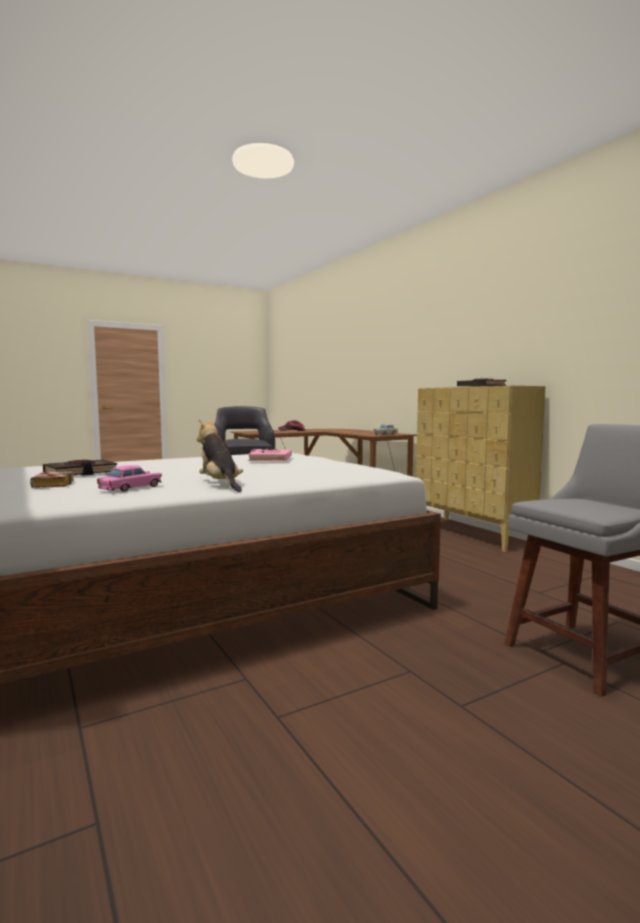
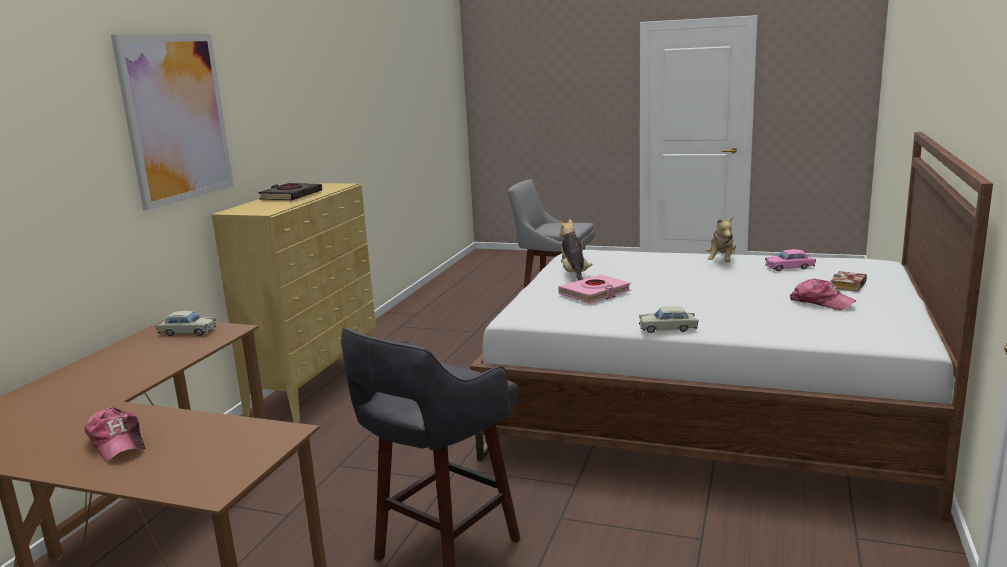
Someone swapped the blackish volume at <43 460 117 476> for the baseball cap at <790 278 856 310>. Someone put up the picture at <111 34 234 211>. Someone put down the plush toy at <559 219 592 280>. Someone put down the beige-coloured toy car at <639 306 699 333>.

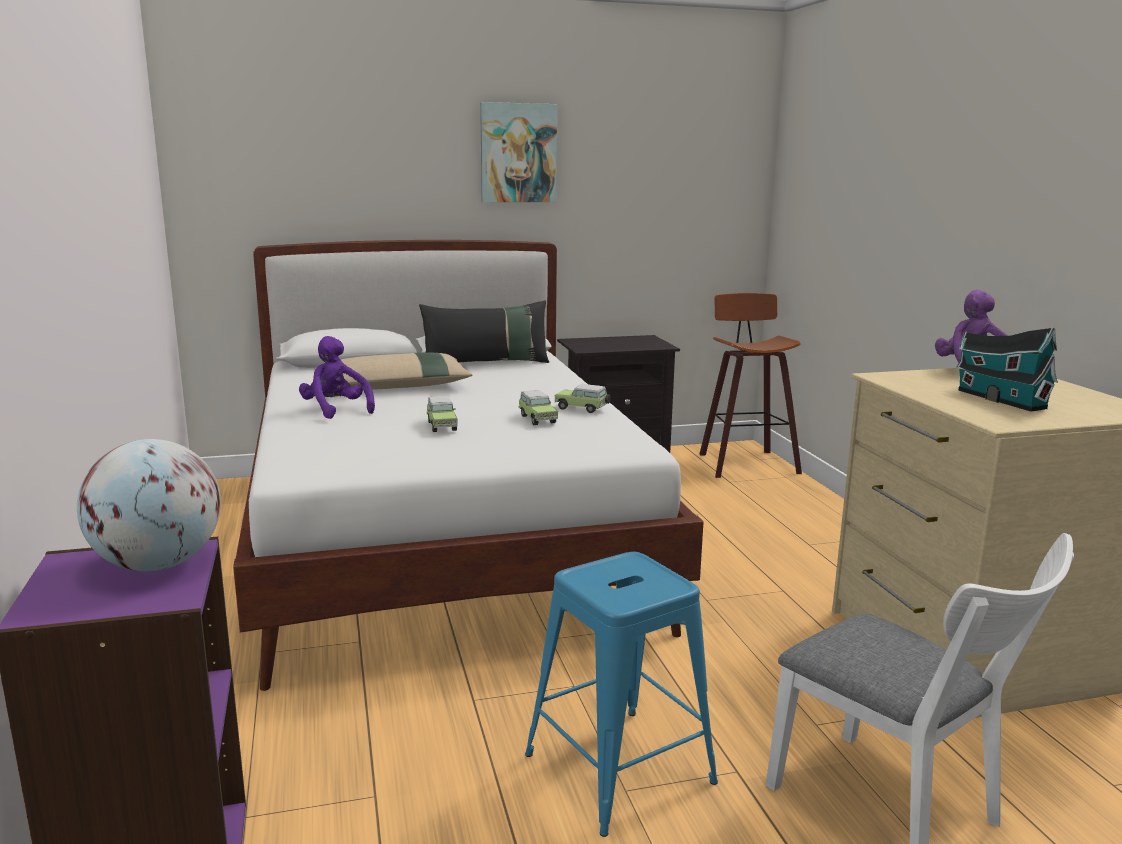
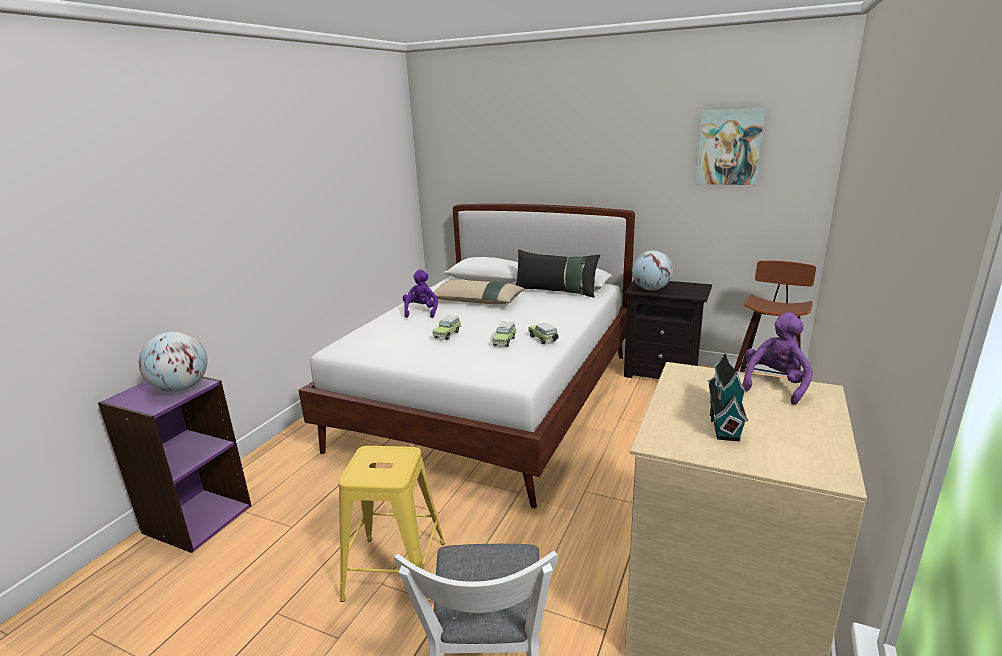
Someone carried the picture from <480 102 557 202> to <696 108 765 185>. Someone repainted the bluish stool seat at <525 552 718 837>, which became the yellowish stool seat at <338 446 445 602>. Someone put down the globe at <632 251 673 291>.

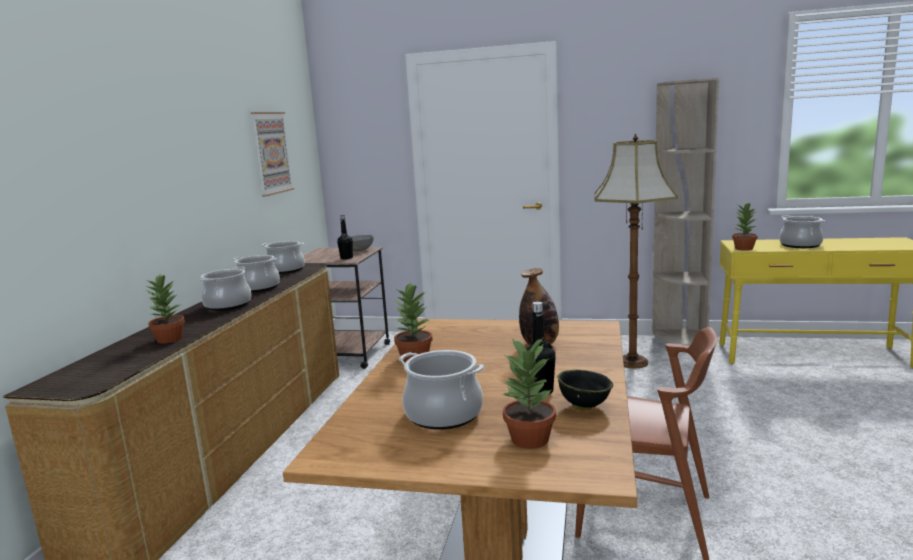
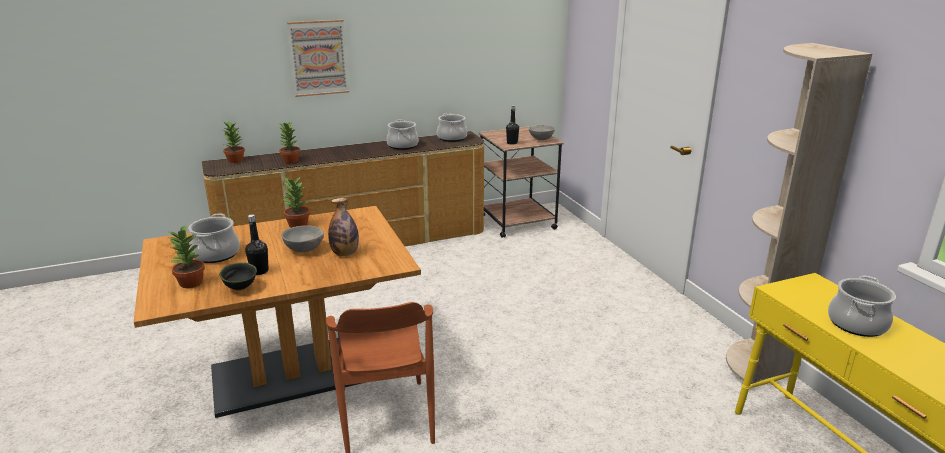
Someone took away the stockpot at <199 267 251 311>. Someone carried the picture from <251 112 294 197> to <287 20 349 97>. Someone took away the floor lamp at <594 133 678 369>. Someone carried the houseplant from <732 203 758 251> to <223 121 245 163>. Someone put down the gray deep dish at <282 225 324 252>.

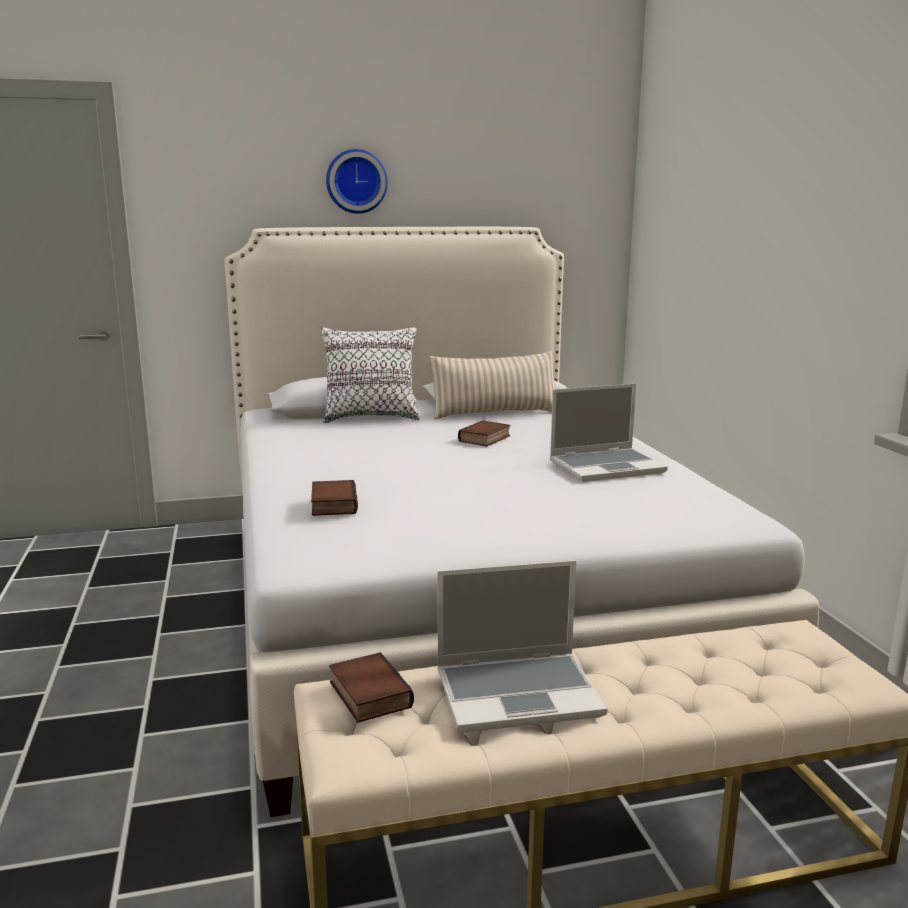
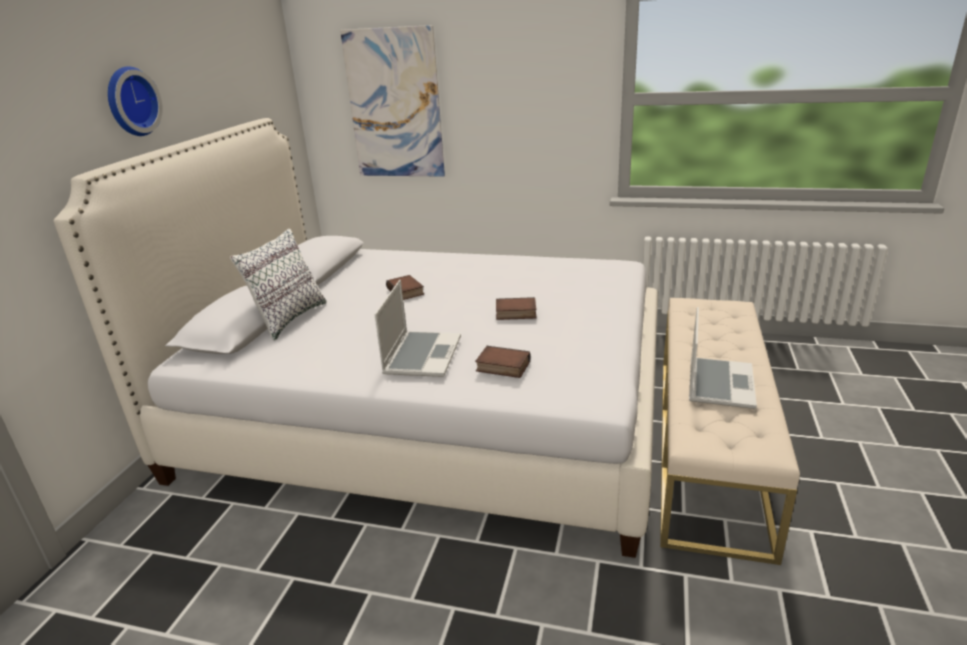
Someone carried the volume from <329 652 414 723> to <496 297 537 320>. Someone took away the beige-coloured throw pillow at <429 351 555 419>. Someone carried the portable computer from <550 384 668 482> to <374 280 461 377>. Someone put up the picture at <340 25 445 177>.

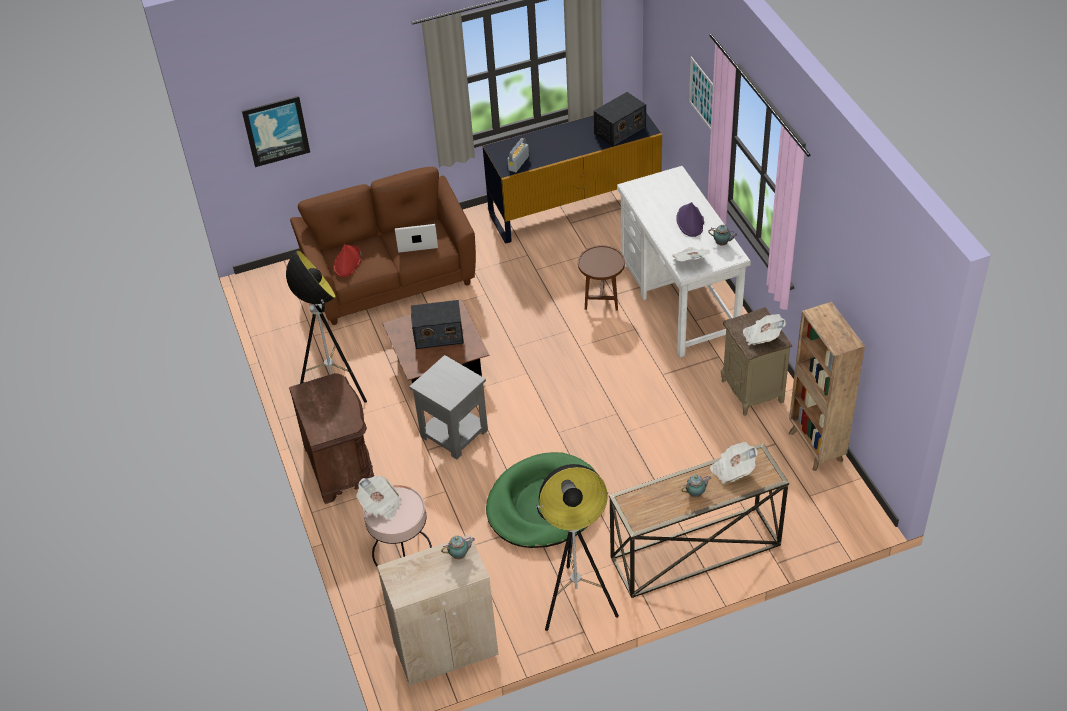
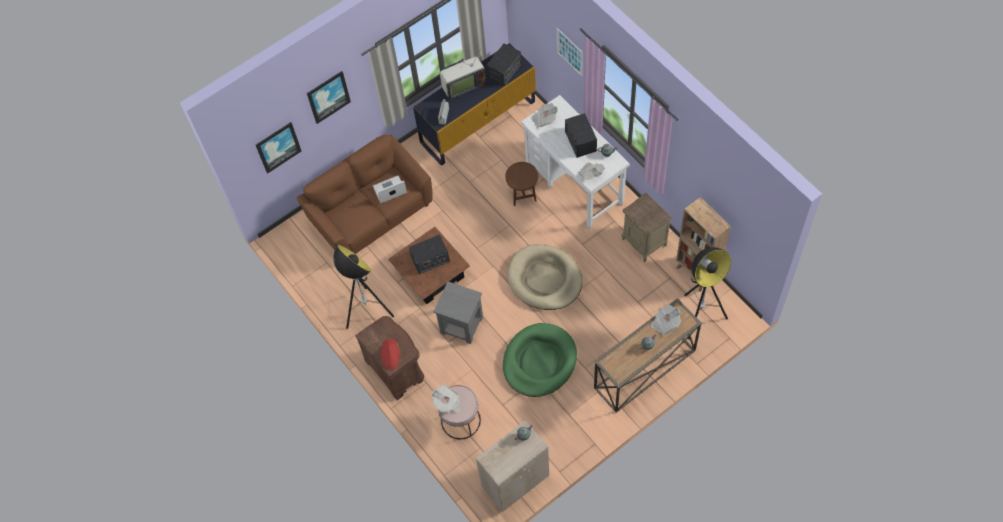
Someone carried the reddish clothing hat from <334 244 361 277> to <380 338 401 370>. Someone carried the floor lamp from <536 464 619 631> to <684 247 731 339>. Someone swapped the purple-coloured clothing hat at <676 202 704 237> for the radio set at <565 113 597 158>. Someone carried the printed paper from <743 314 786 345> to <531 103 558 128>. Someone put up the picture at <307 71 351 124>. Someone put down the TV at <440 49 486 99>. Someone put down the beige-coloured dog bed at <507 244 583 310>.

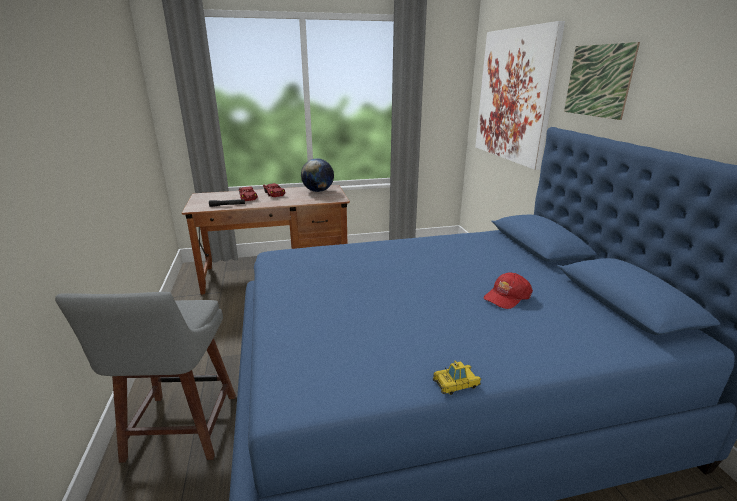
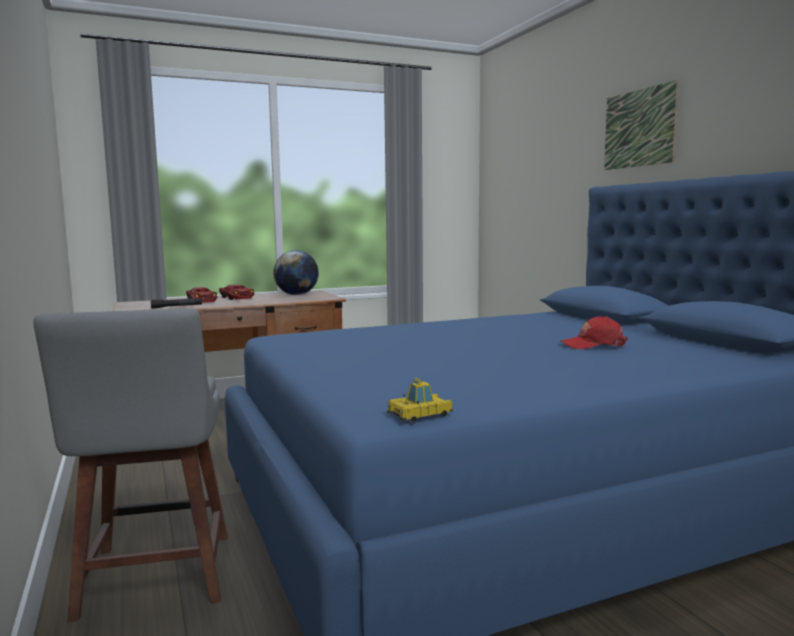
Someone carried the toy car from <433 360 481 395> to <387 378 453 422>. Someone took away the picture at <475 21 565 170>. Someone rotated the reddish baseball cap at <484 272 533 309> by 45 degrees clockwise.

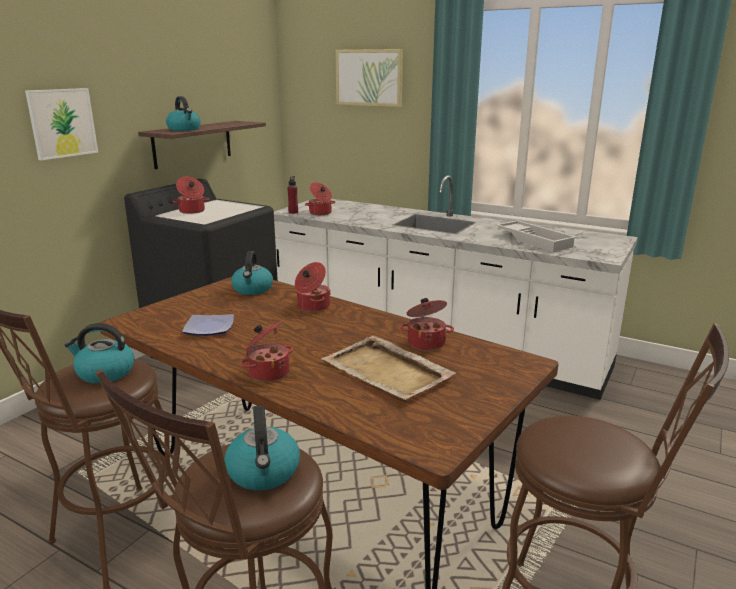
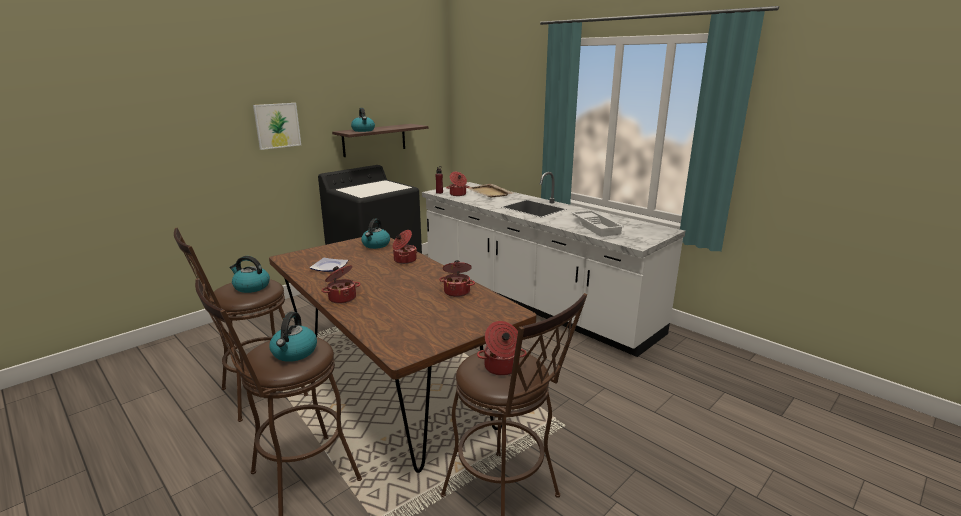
Someone carried the stockpot from <172 177 209 214> to <477 321 527 376>. Someone carried the beige-coloured serving tray from <321 336 456 400> to <468 184 513 197>. Someone took away the picture at <335 49 403 107>.

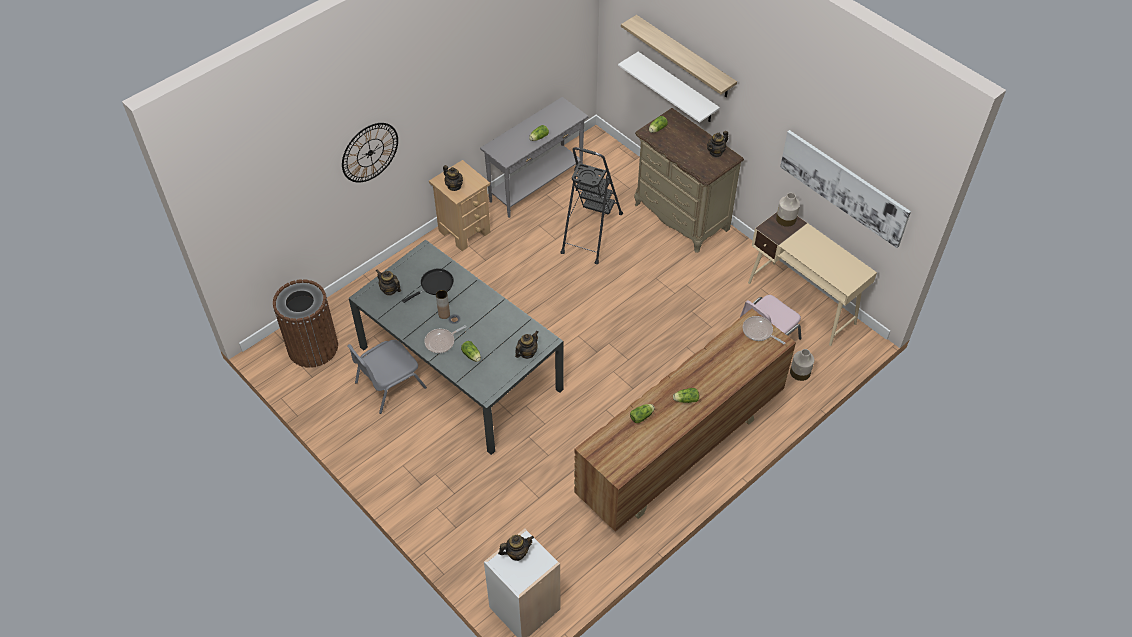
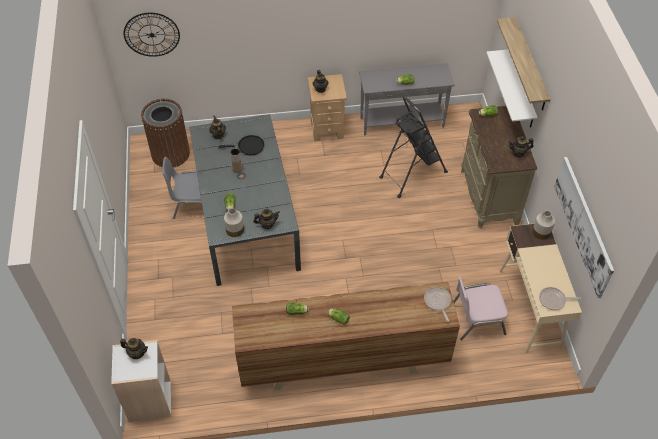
Someone carried the wall clock from <342 123 398 183> to <124 13 180 57>. Someone carried the pan from <424 325 467 354> to <539 287 581 310>. Someone carried the beige-coloured flower vase from <790 349 814 381> to <224 208 244 237>.

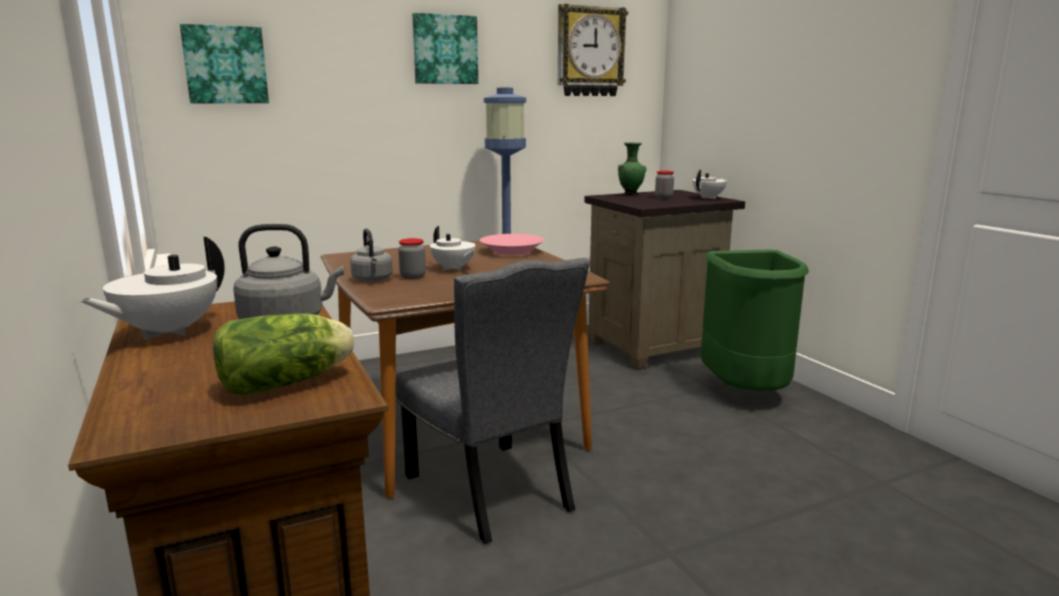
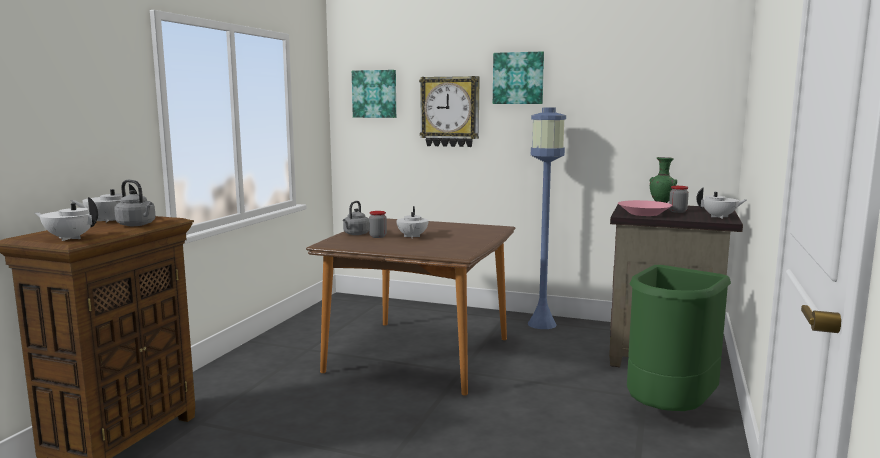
Someone swapped the lettuce head at <213 313 354 395> for the white tea pot at <35 197 98 241>. Someone took away the gray upright chair at <396 258 590 544>. Someone carried the pink-coloured deep dish from <480 234 544 255> to <618 200 672 216>. Someone carried the wall clock from <558 4 628 96> to <419 76 479 147>.

